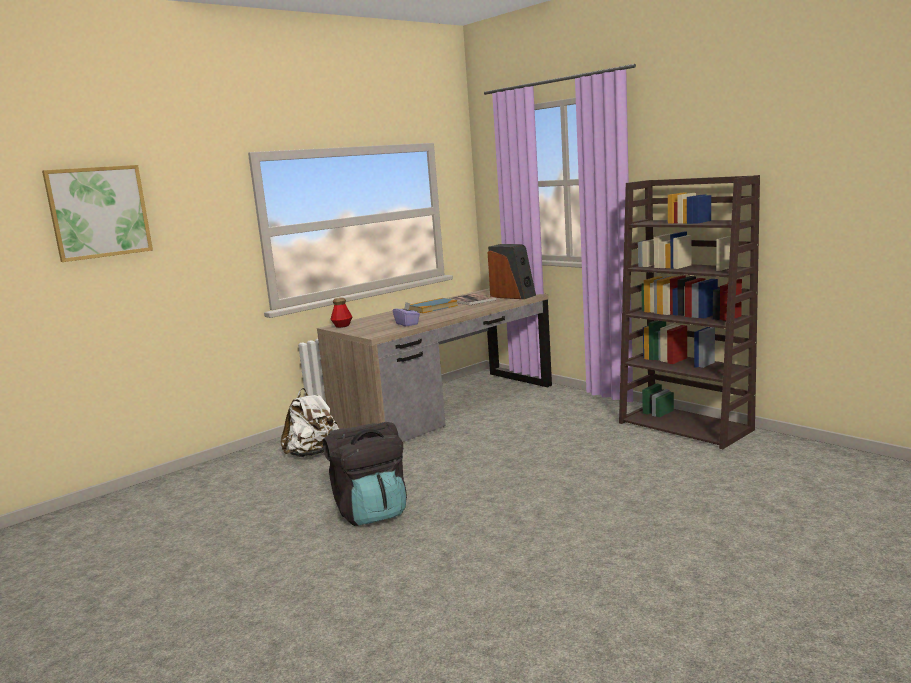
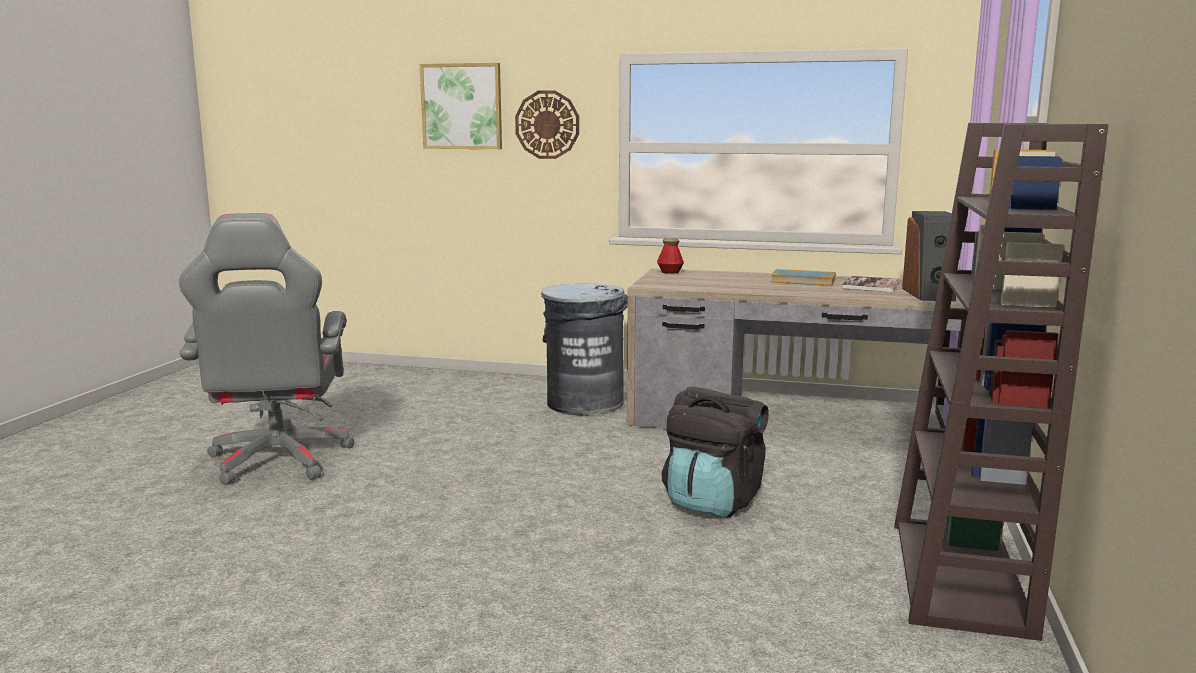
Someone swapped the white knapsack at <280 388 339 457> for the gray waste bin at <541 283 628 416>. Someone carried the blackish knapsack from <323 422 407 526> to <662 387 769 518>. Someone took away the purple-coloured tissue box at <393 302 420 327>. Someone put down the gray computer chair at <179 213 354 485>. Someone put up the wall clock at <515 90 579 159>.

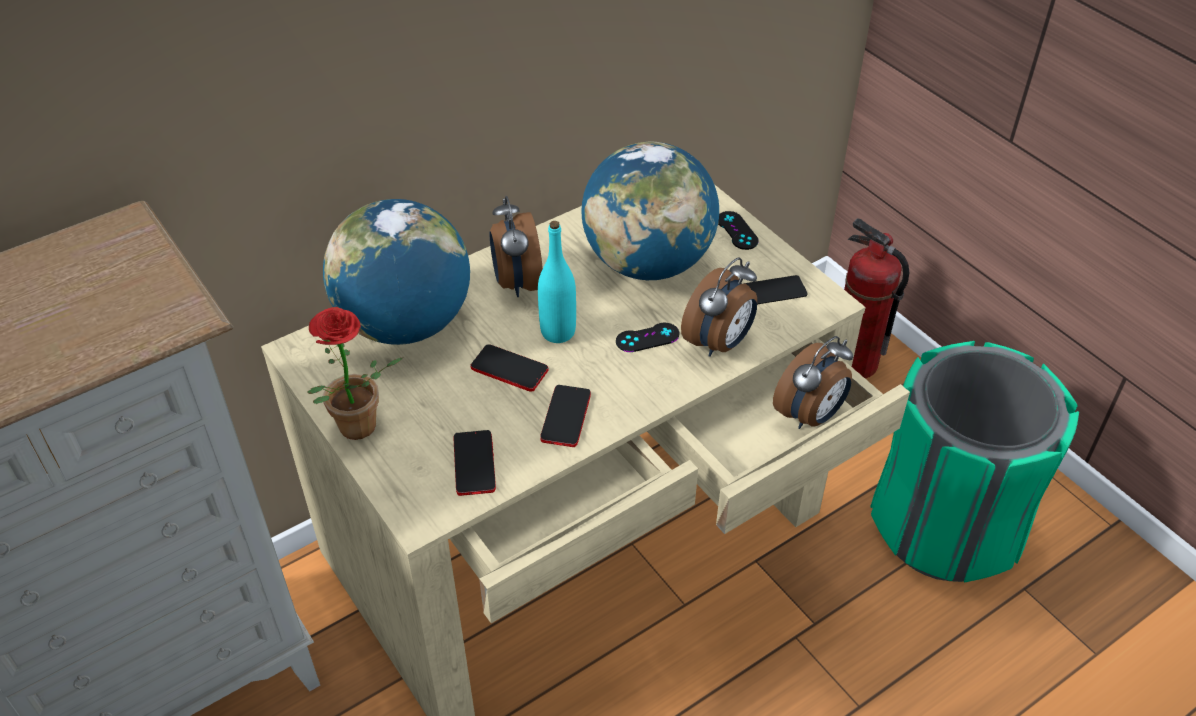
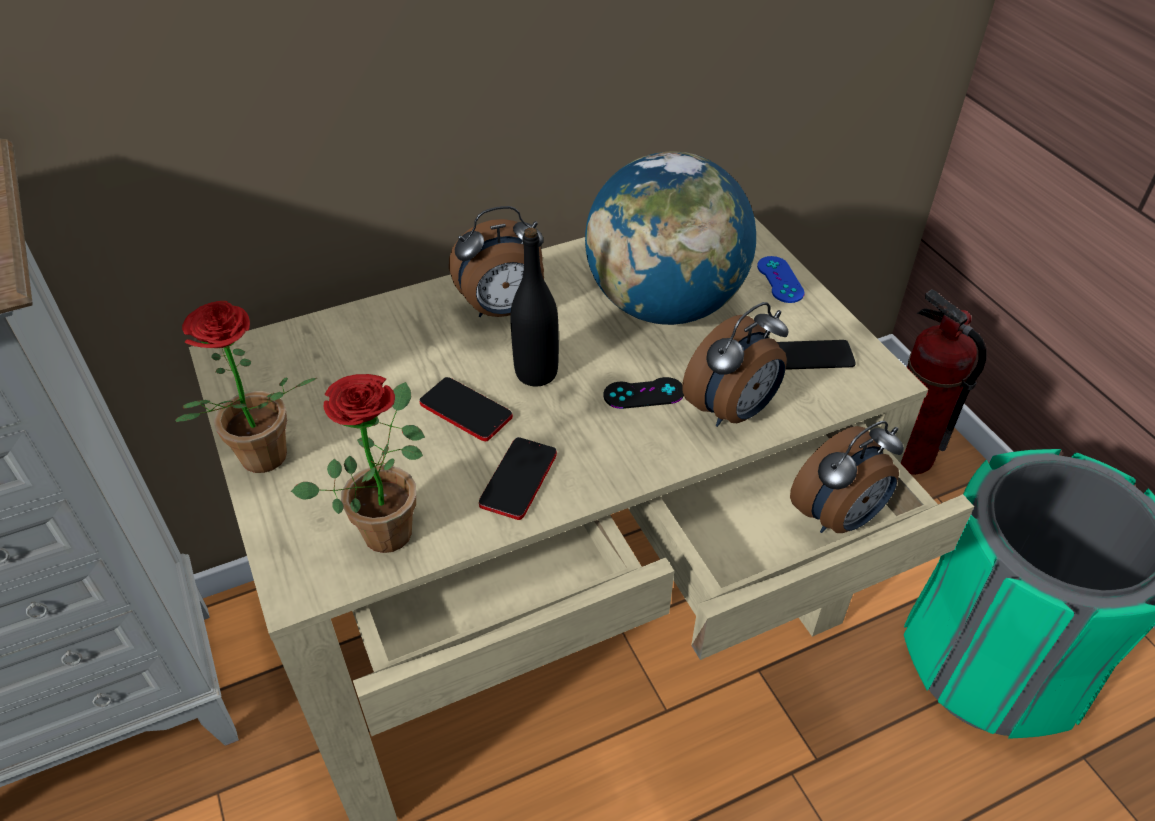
Someone took away the globe at <323 199 470 345>. Someone swapped the phone at <453 430 496 496> for the houseplant at <291 374 425 553>. Someone rotated the alarm clock at <489 196 543 297> by 105 degrees counterclockwise. Someone repainted the blue-green drink bottle at <538 221 576 343>, which became the blackish drink bottle at <510 228 559 386>. Someone repainted the blackish gamepad at <718 211 759 250>, which became the bluish gamepad at <757 256 805 303>.

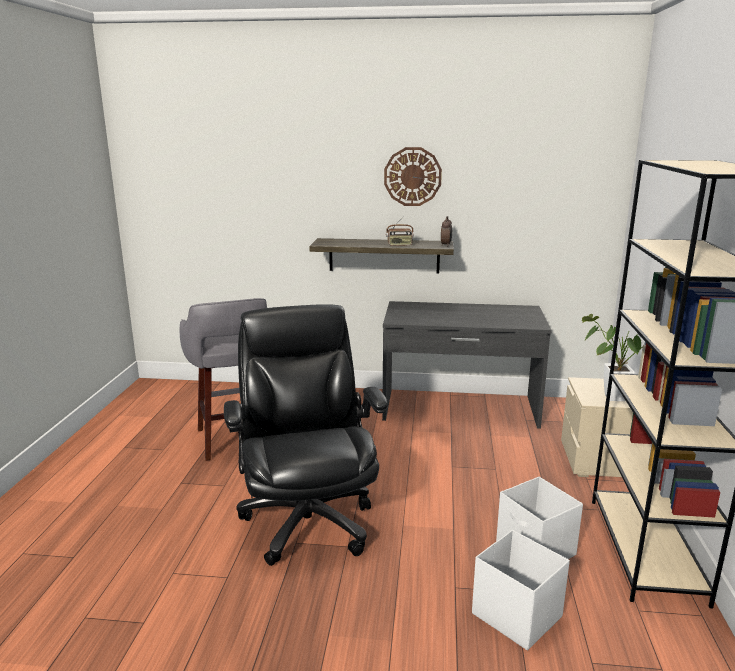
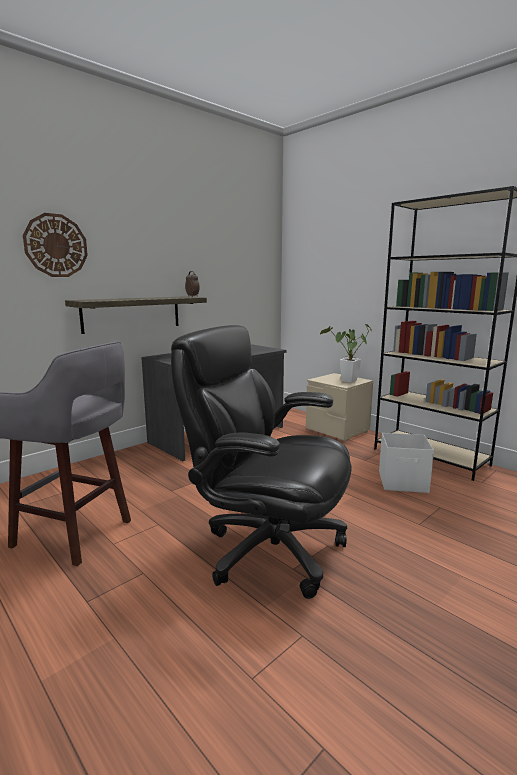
Someone carried the wall clock from <384 147 442 206> to <23 213 88 277>. Someone took away the radio set at <386 216 414 246>. Someone took away the white storage bin at <472 530 570 650>.

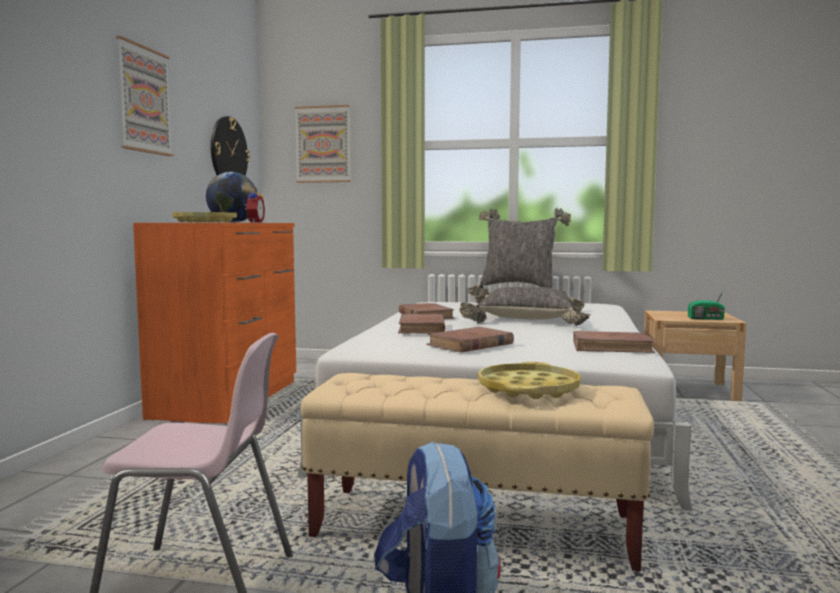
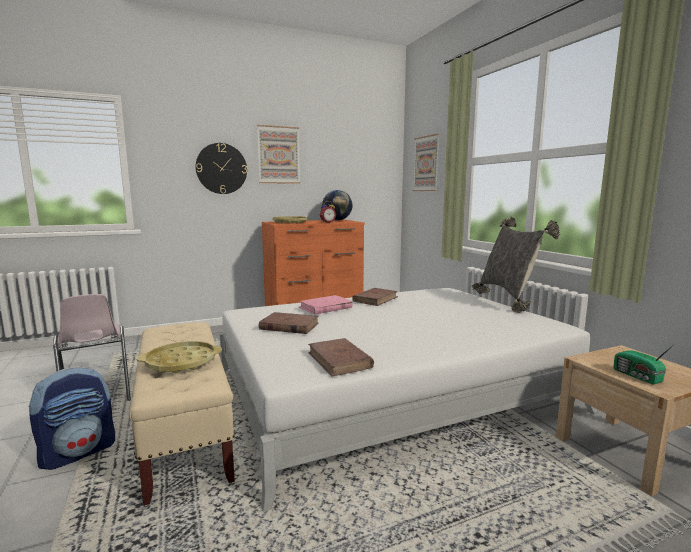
Someone carried the wall clock from <211 116 250 176> to <196 143 247 194>. Someone repainted the brown-coloured volume at <398 314 445 334>, which became the pink-coloured volume at <299 295 353 315>. Someone took away the throw pillow at <459 287 591 327>.

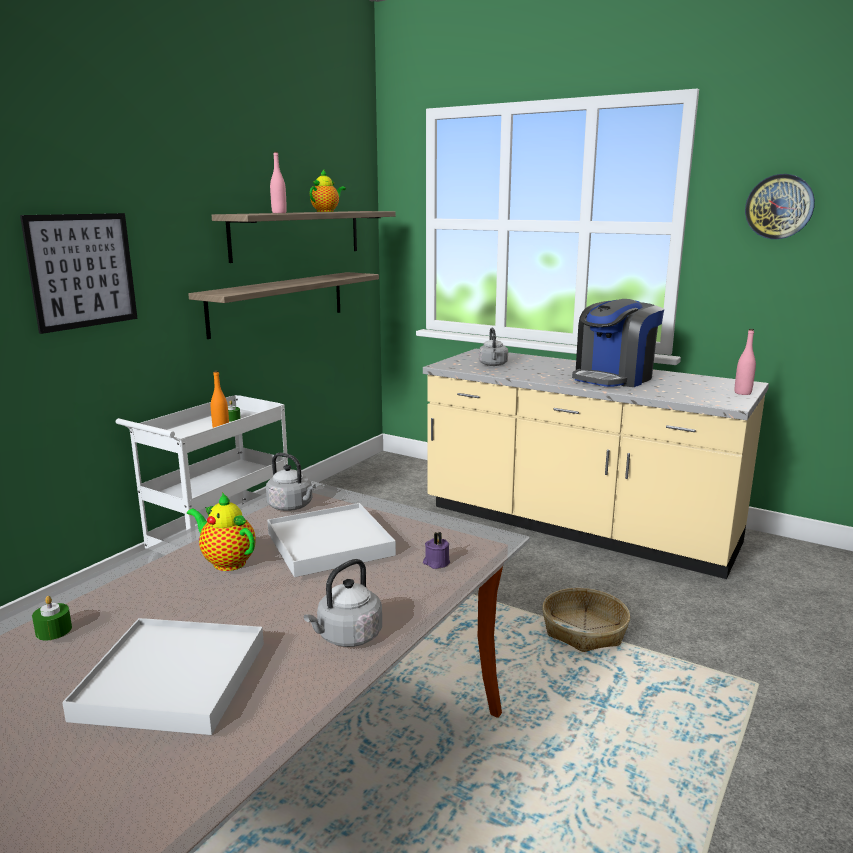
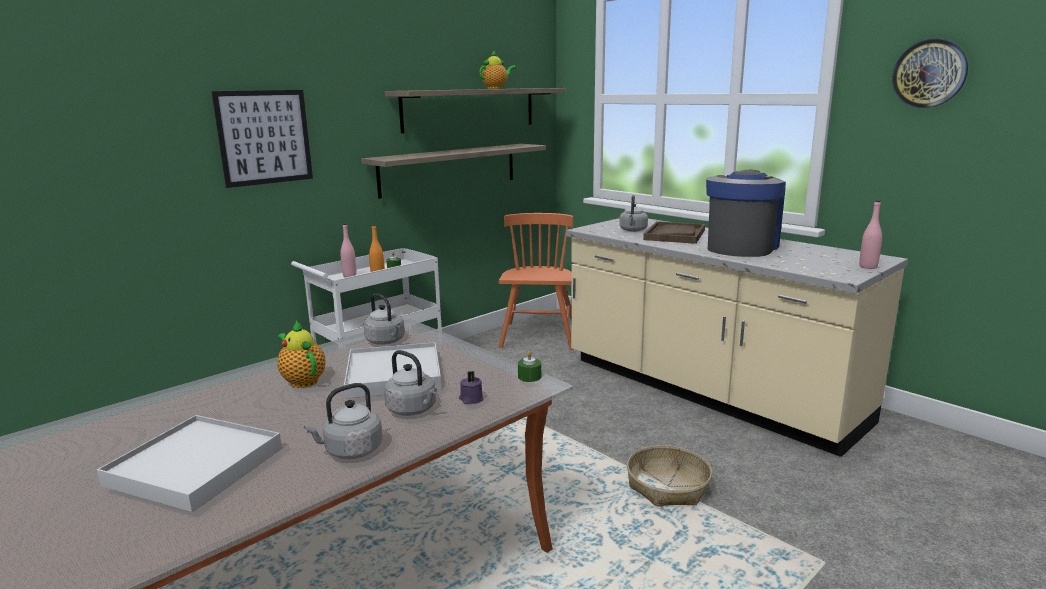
Someone carried the greenish wax light from <32 596 72 640> to <518 351 541 382>. Someone carried the pink-coloured drink bottle from <270 152 287 213> to <340 223 357 277>. Someone rotated the coffee maker at <572 299 664 387> by 150 degrees clockwise. Someone put down the gray tea kettle at <384 350 437 416>. Someone put down the orangey upright chair at <499 213 574 350>. Someone put down the brown-coloured serving tray at <643 221 705 244>.

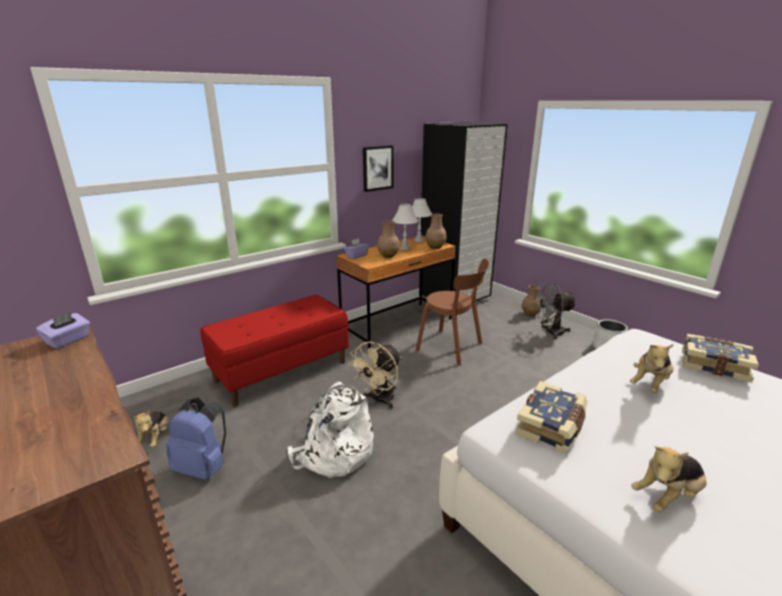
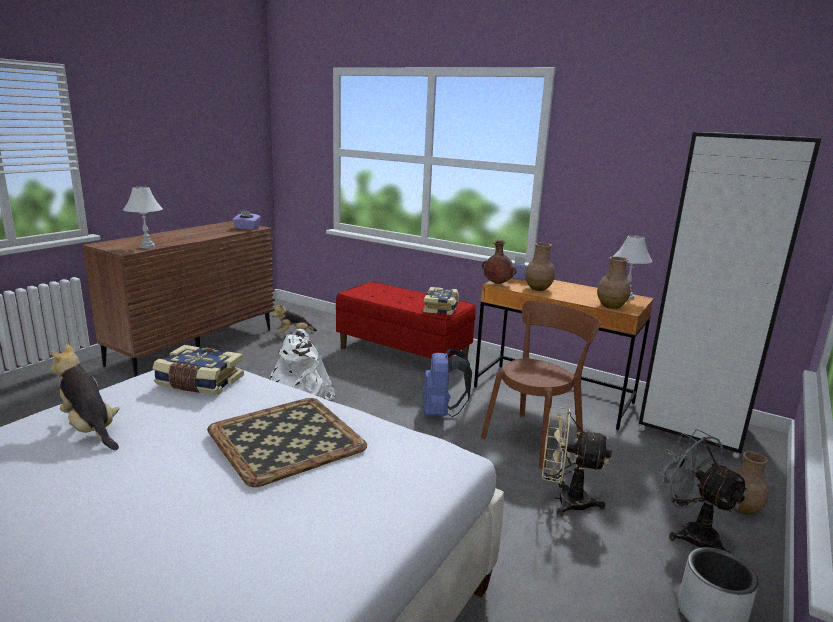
Someone carried the bluish knapsack from <166 397 226 480> to <423 349 472 417>. Someone carried the beige-coloured fan from <348 341 401 409> to <542 406 612 516>. Someone took away the picture at <363 145 394 192>. Someone carried the white lamp for a table from <392 204 419 250> to <123 187 163 249>. Someone rotated the brown-coloured upright chair at <416 258 489 366> by 150 degrees counterclockwise. Someone swapped the plush toy at <630 344 673 393> for the serving tray at <207 398 367 487>. Someone carried the volume from <682 334 759 383> to <423 287 459 315>. Someone put down the brown-coloured flower vase at <482 240 517 284>.

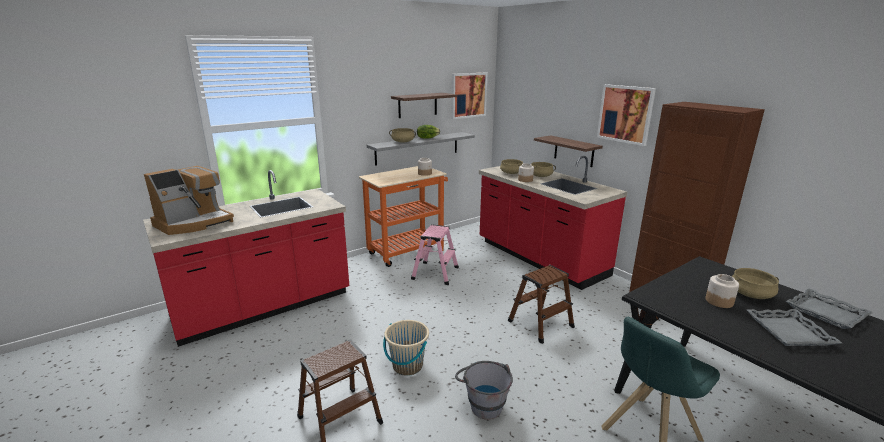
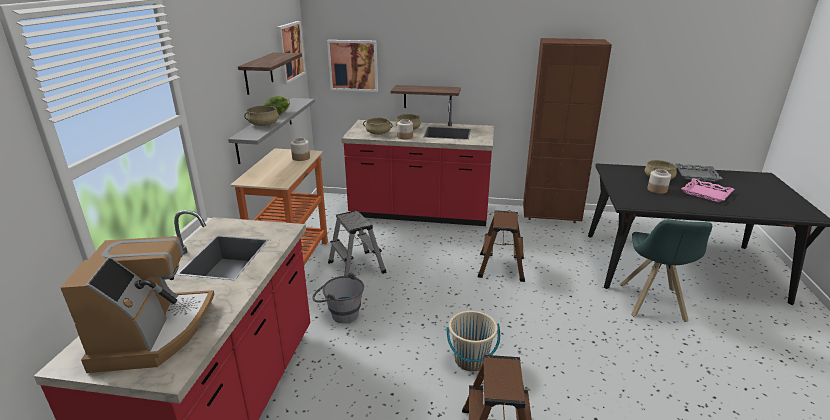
Someone repainted the pink-coloured stepladder at <411 224 459 285>, which became the gray stepladder at <328 210 387 276>. Someone carried the gray pail from <455 361 513 420> to <312 272 364 323>. Someone carried the picture from <597 84 656 146> to <327 40 378 92>. Someone repainted the gray serving tray at <747 309 842 346>, which became the pink-coloured serving tray at <681 178 735 202>.

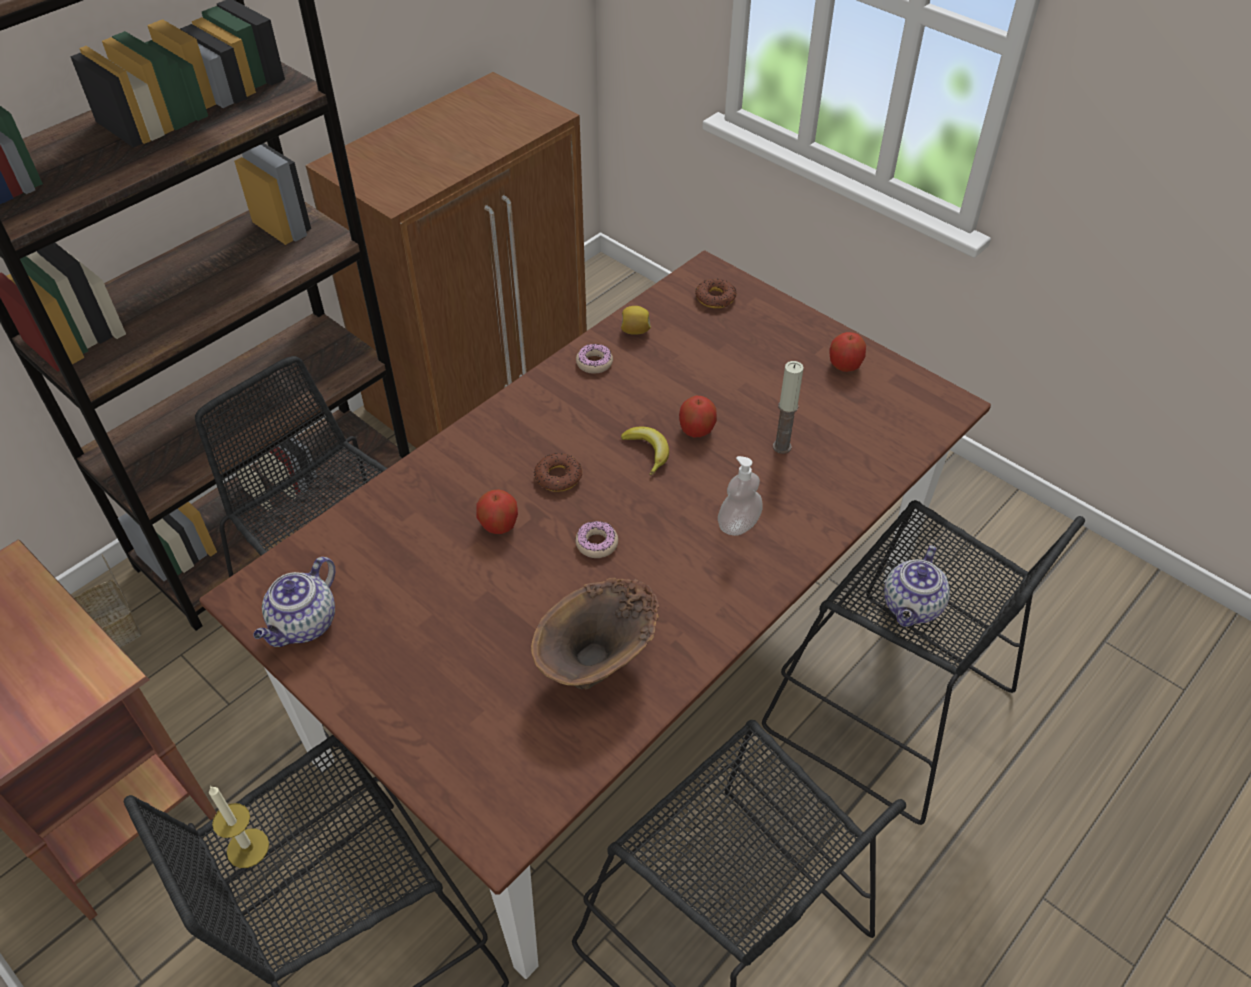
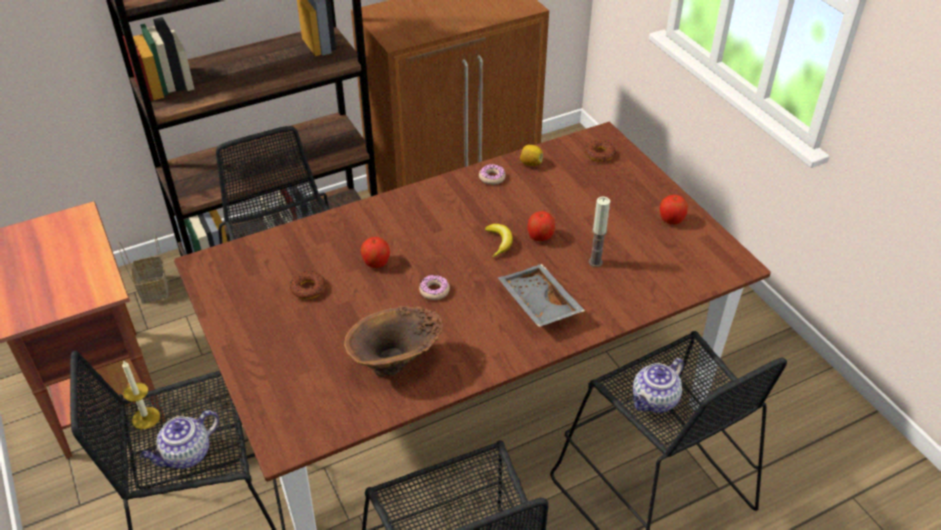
Someone carried the tea pot from <253 557 335 647> to <140 411 219 469>. Someone carried the donut from <534 453 582 492> to <290 271 326 299>. Someone swapped the liquid soap bottle at <718 456 763 536> for the gray serving tray at <498 264 585 327>.

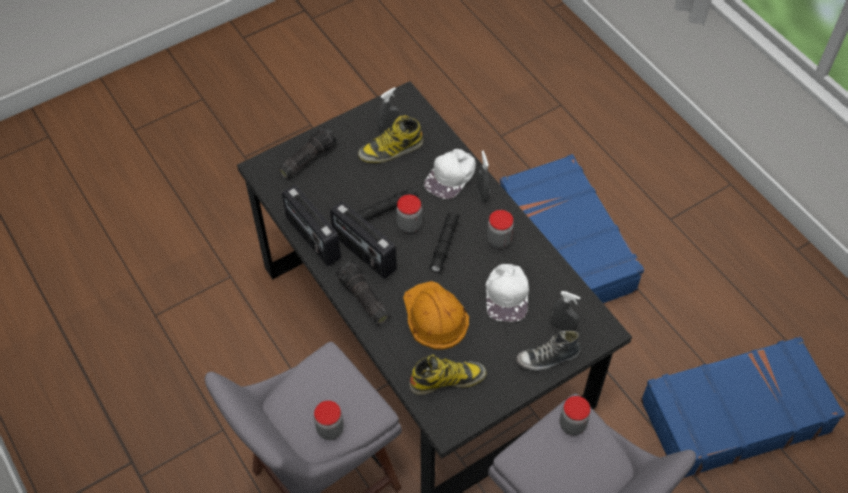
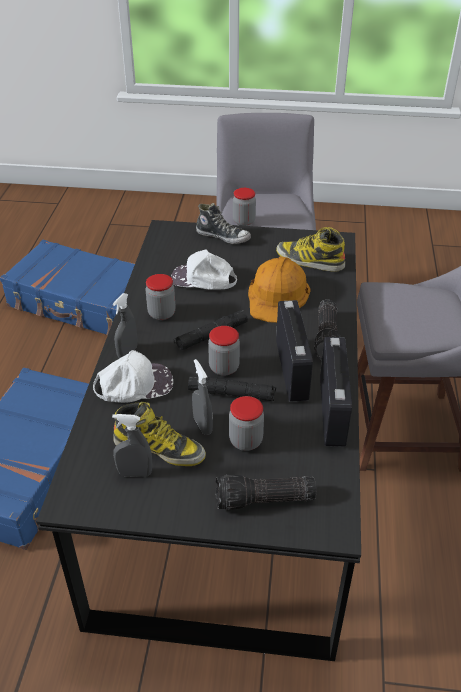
Someone carried the storage jar from <314 401 344 440> to <229 396 264 451>. Someone rotated the white baseball cap at <486 264 529 322> by 120 degrees counterclockwise. Someone carried the gray spray bottle from <551 291 580 331> to <192 359 213 435>.

